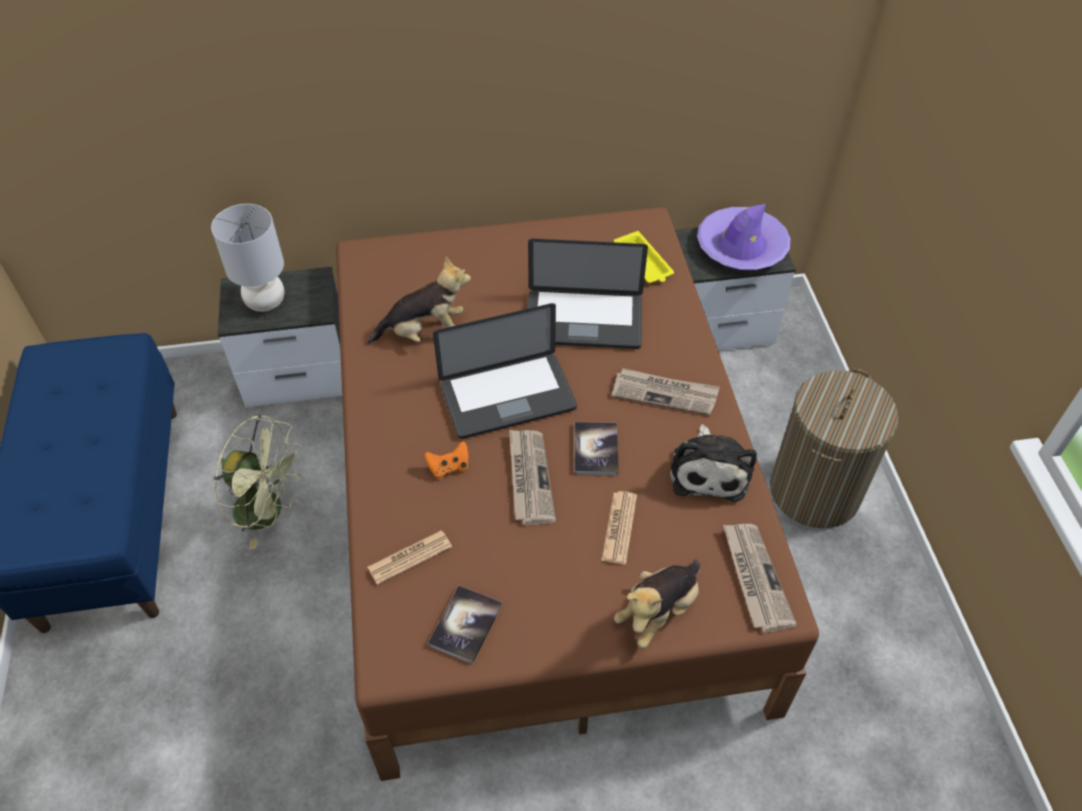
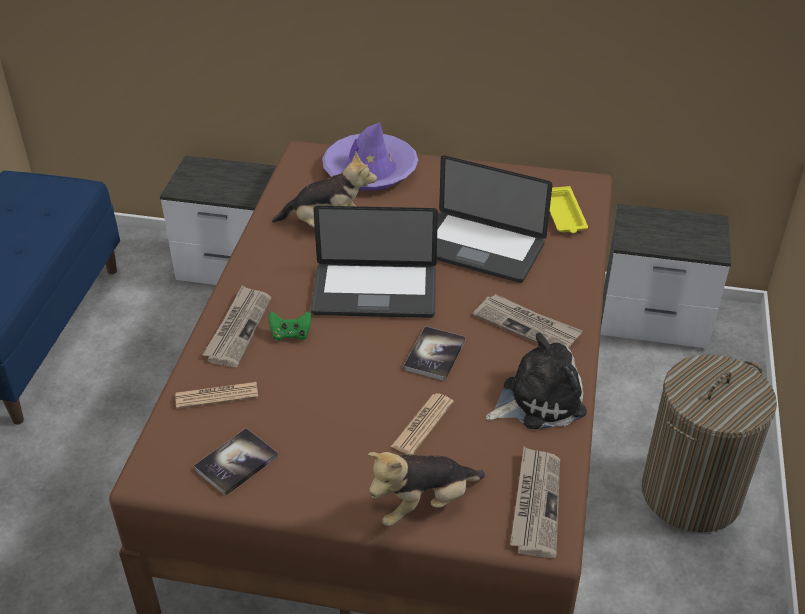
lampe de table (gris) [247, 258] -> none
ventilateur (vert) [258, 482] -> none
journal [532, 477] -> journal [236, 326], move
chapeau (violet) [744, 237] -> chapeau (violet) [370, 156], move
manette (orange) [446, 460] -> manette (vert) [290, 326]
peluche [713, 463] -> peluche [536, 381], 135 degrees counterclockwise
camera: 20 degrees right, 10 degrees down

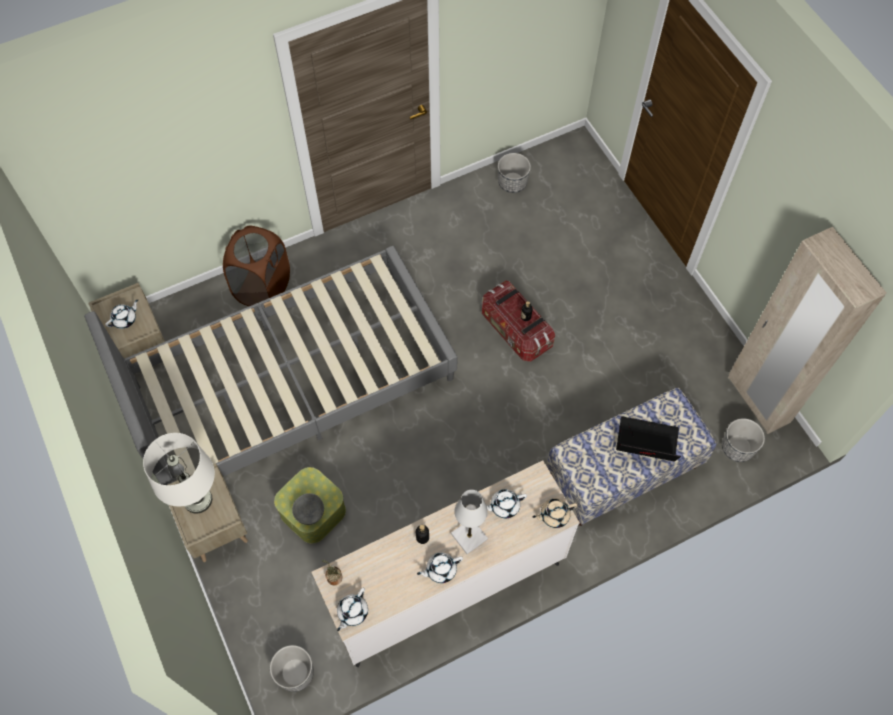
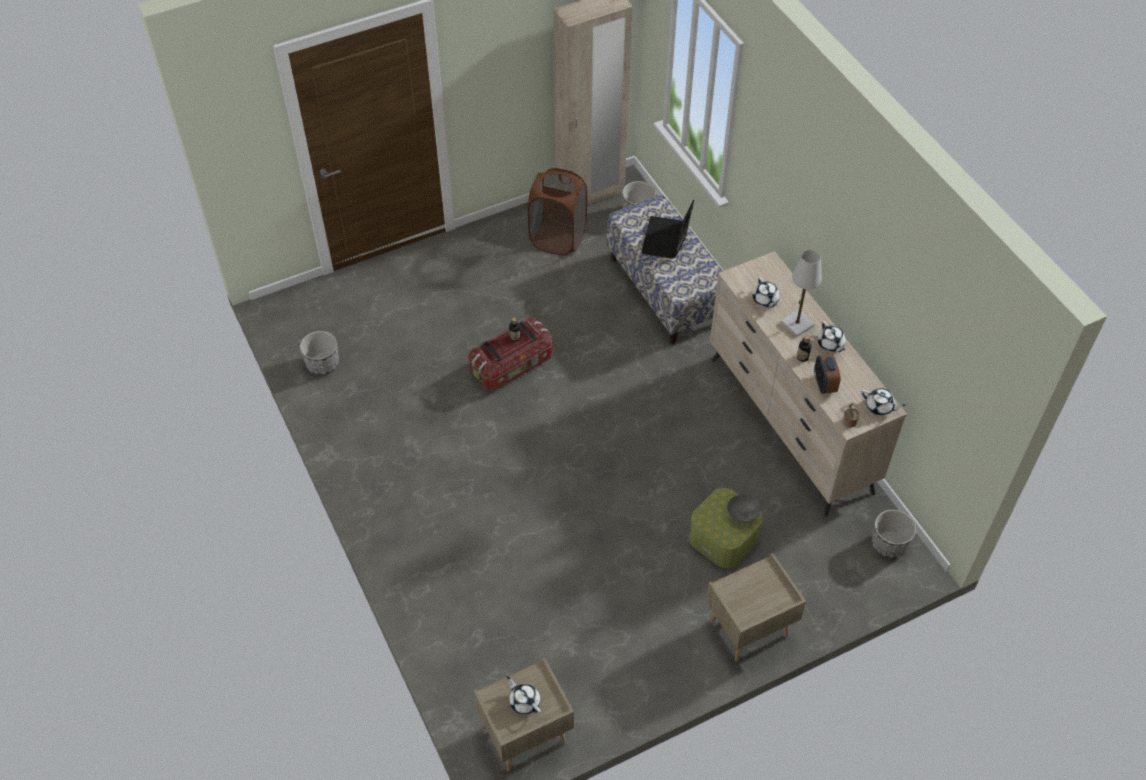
lit (gris) [271, 365] -> none
lampe de table (blanc) [179, 473] -> none
théière (beige) [555, 513] -> none
none -> réveil [827, 374]
panier à linge (marron) [256, 266] -> panier à linge (marron) [557, 211], move
camera: 90 degrees left, 10 degrees down

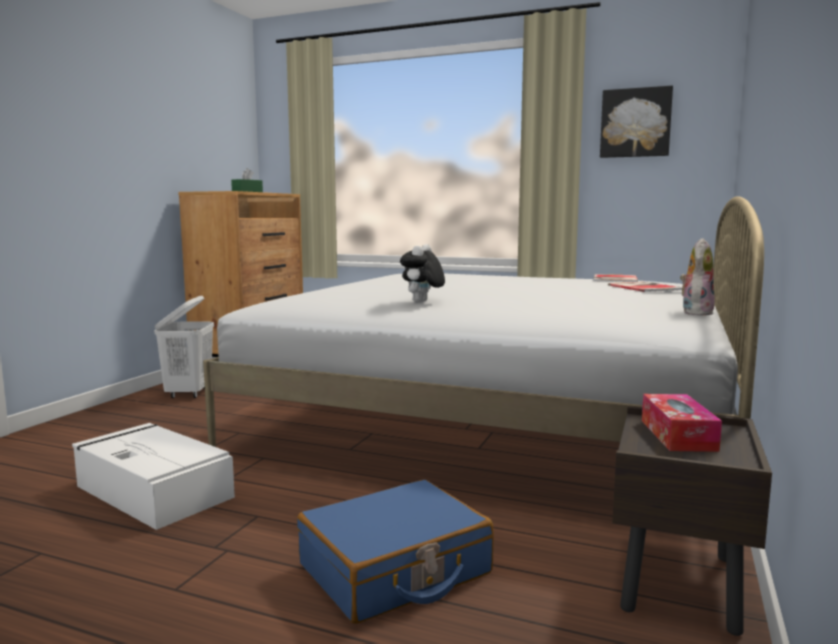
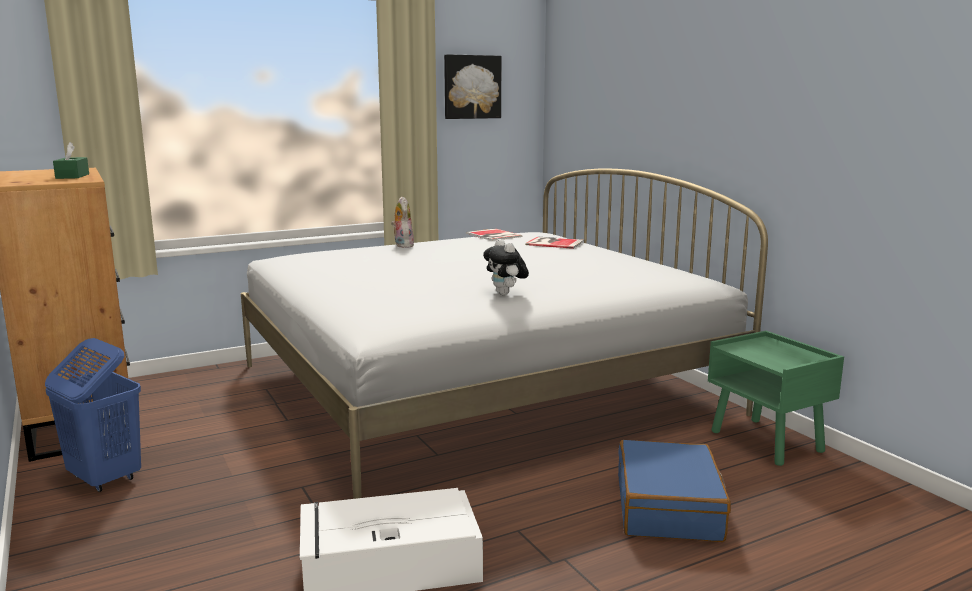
boîte à mouchoirs [682, 423] -> none
peluche [697, 277] -> peluche [402, 222], move
panier à linge (blanc) [184, 347] -> panier à linge (bleu) [93, 415]
table de chevet (marron) [692, 521] -> table de chevet (vert) [776, 398]
camera: 50 degrees left, 5 degrees up

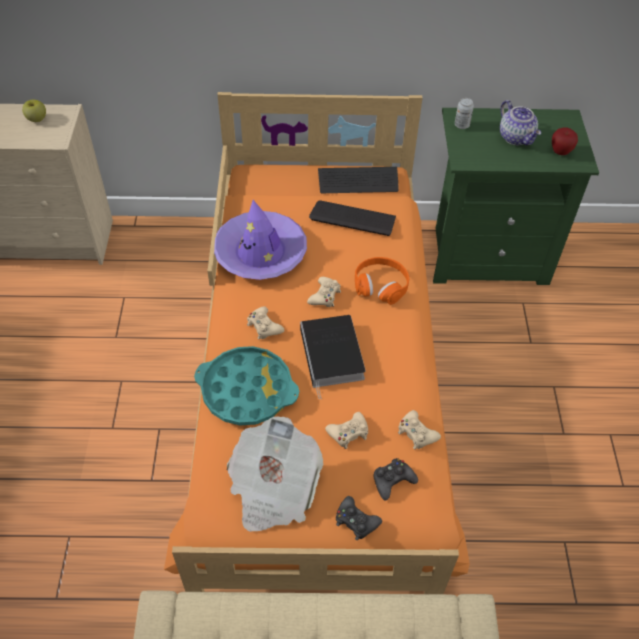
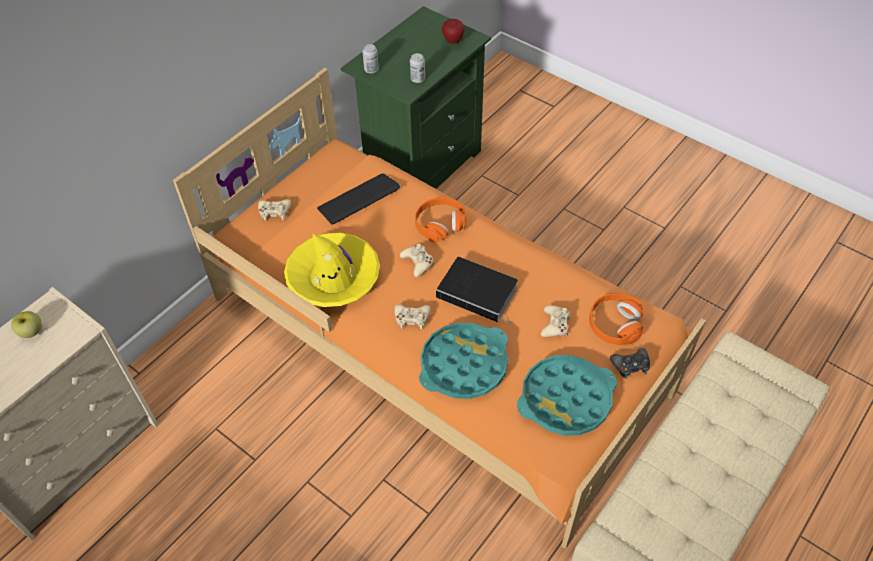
clavier [358, 180] -> none
théière [520, 123] -> none
none -> boîte métallique [417, 68]
manette (beige) [419, 429] -> manette (beige) [274, 209], move
journal [275, 474] -> plateau (turquoise) [567, 395]
manette (noir) [395, 479] -> casque audio (orange) [616, 319]
chapeau (violet) [260, 240] -> chapeau (jaune) [332, 270]
camera: 50 degrees left, 0 degrees up

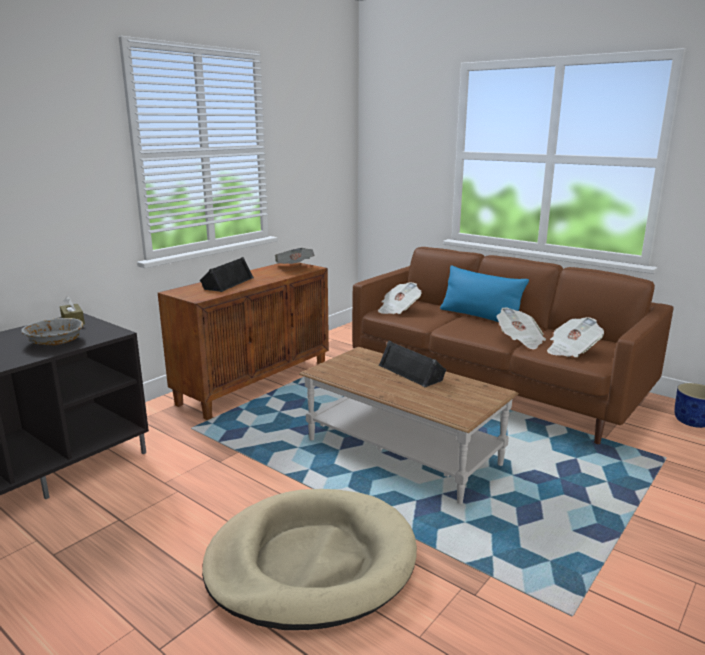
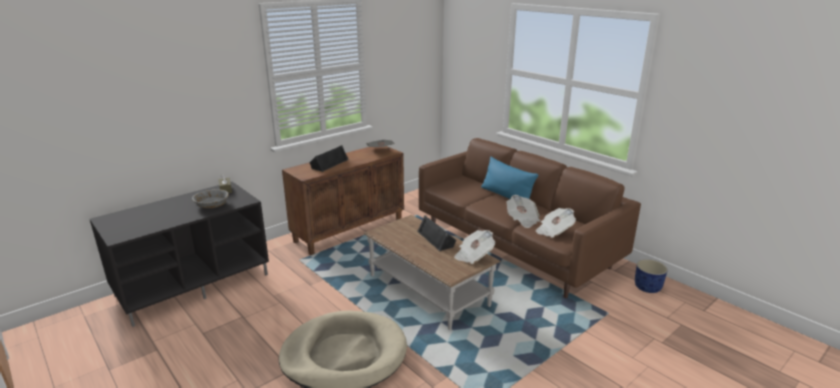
journal [400, 298] -> journal [474, 247], move
camera: 10 degrees right, 5 degrees up

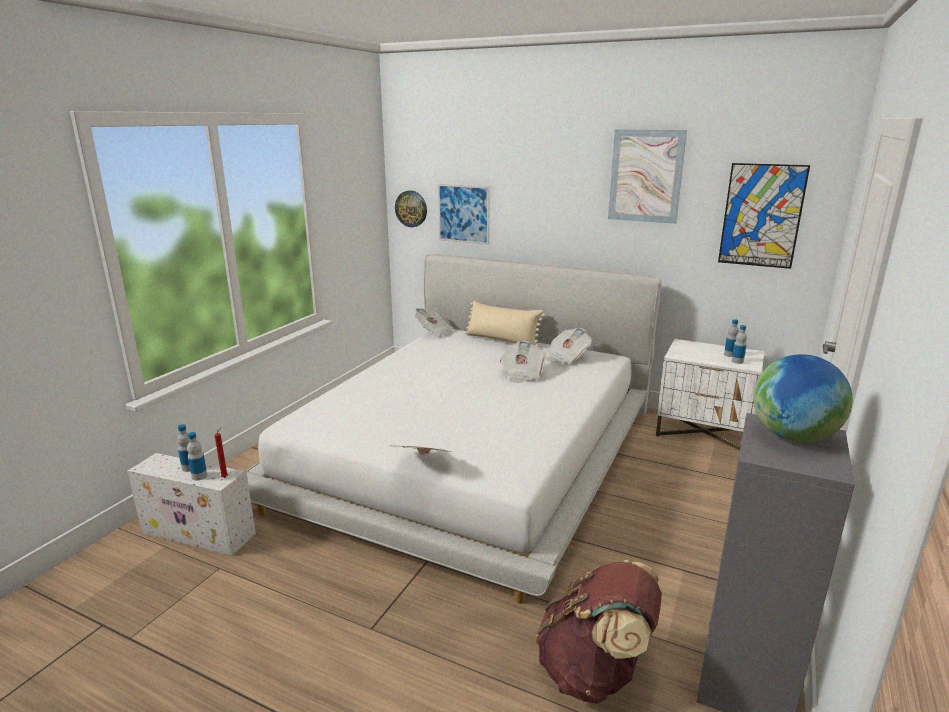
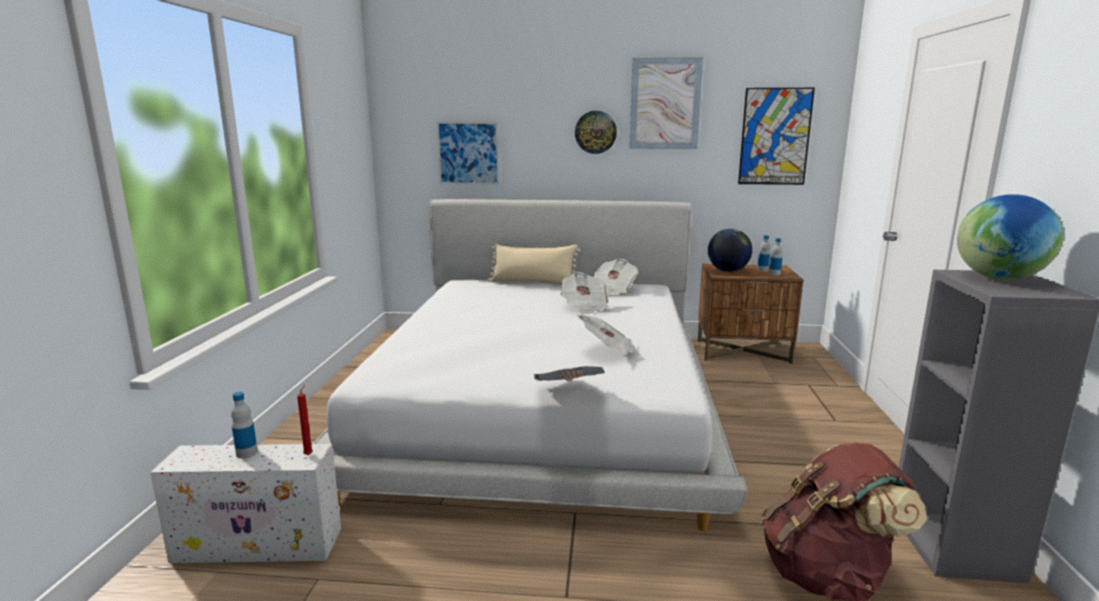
bouteille [197, 456] -> none
none -> globe [730, 250]
horloge murale [411, 209] -> horloge murale [596, 132], move
journal [434, 322] -> journal [609, 335], move
table de chevet (blanc) [710, 395] -> table de chevet (marron) [750, 314]
camera: 20 degrees left, 5 degrees down

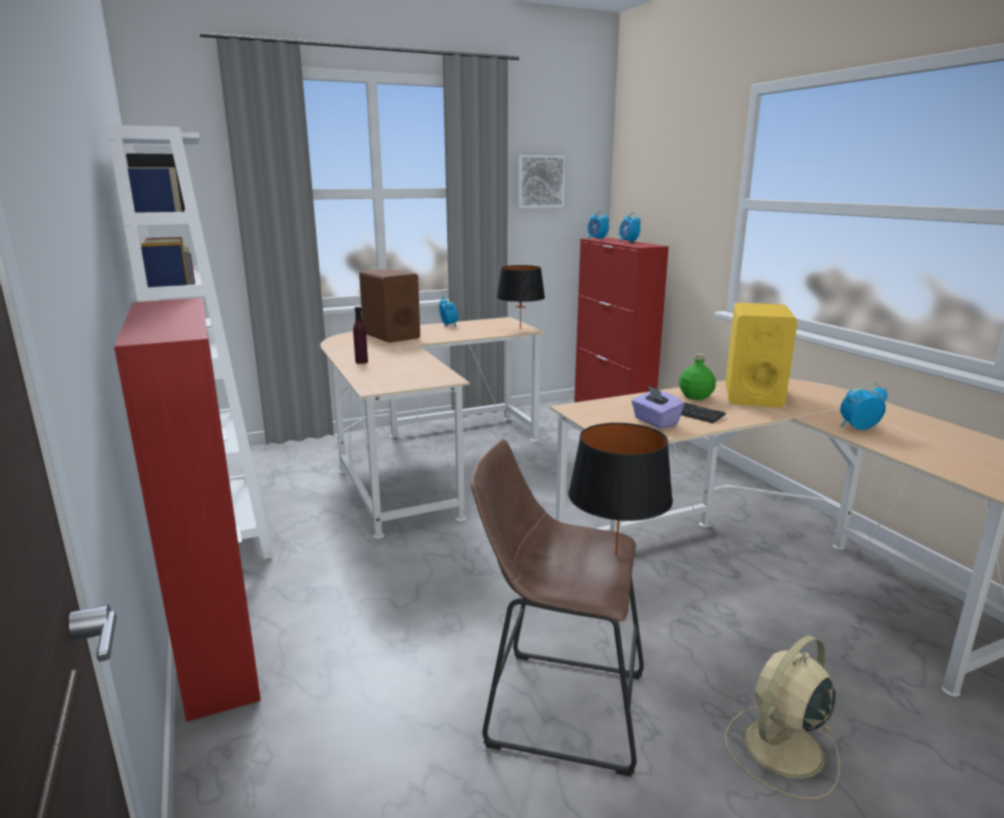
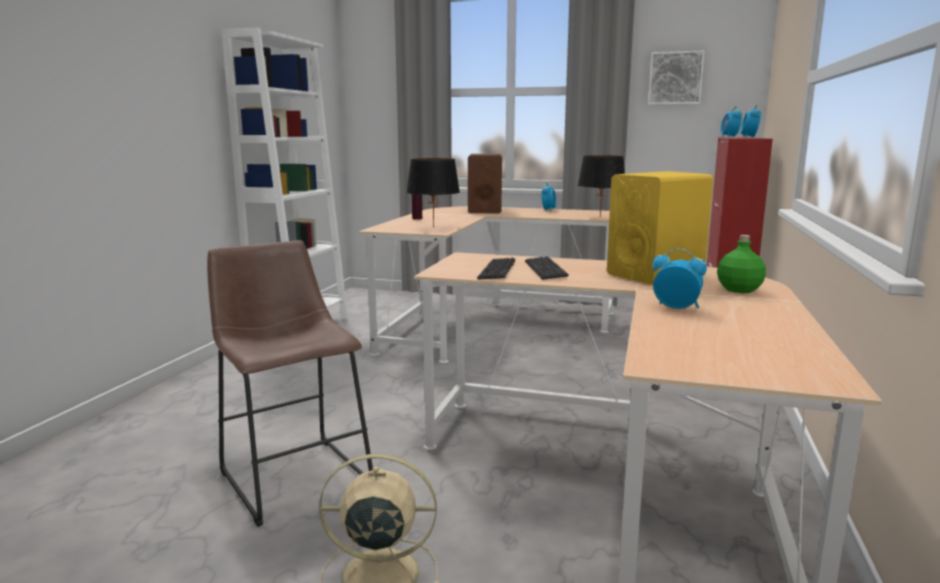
meuble de rangement (rouge) [187, 510] -> none
lampe de table (noir) [620, 489] -> lampe de table (noir) [433, 192], move
bouteille (vert) [697, 377] -> bouteille (vert) [741, 264], move
boîte à mouchoirs (violet) [657, 407] -> clavier [496, 269]
camera: 40 degrees right, 5 degrees down

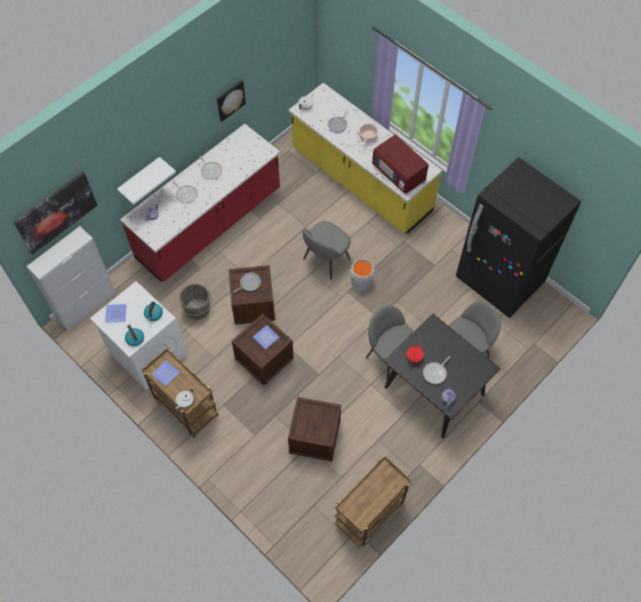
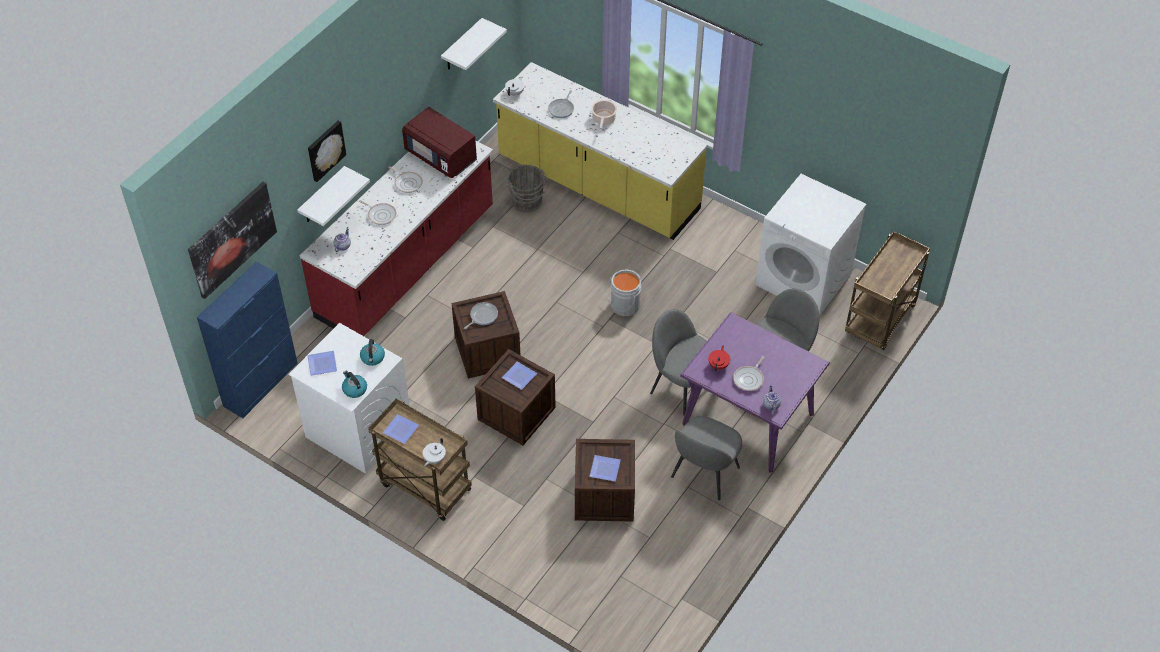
none -> étagère (blanc) [474, 44]
none -> assiette [605, 468]
seau (gris) [195, 302] -> seau (gris) [528, 188], move
tableau [231, 101] -> tableau [327, 151], move
chaise (gris) [326, 250] -> chaise (gris) [706, 458], move
chariot (marron) [372, 502] -> chariot (marron) [887, 290], move
micro-ondes (rouge) [400, 164] -> micro-ondes (rouge) [439, 142], move
réfrigérateur (noir) [518, 237] -> lave-linge (blanc) [810, 245]
meuble de rangement (blanc) [71, 278] -> meuble de rangement (bleu) [247, 339]
table à manger (noir) [442, 376] -> table à manger (violet) [755, 392]
camera: 10 degrees left, 10 degrees down

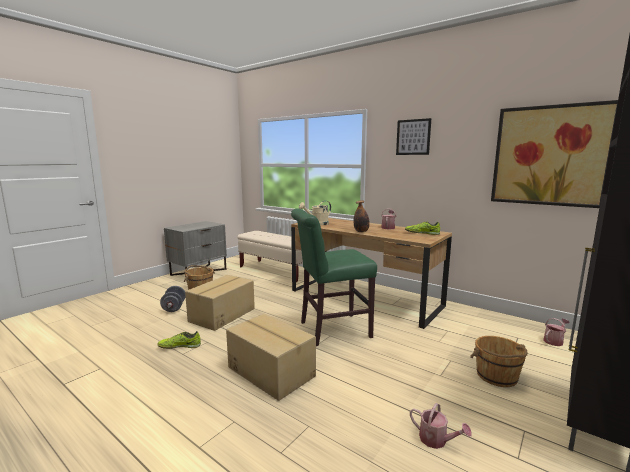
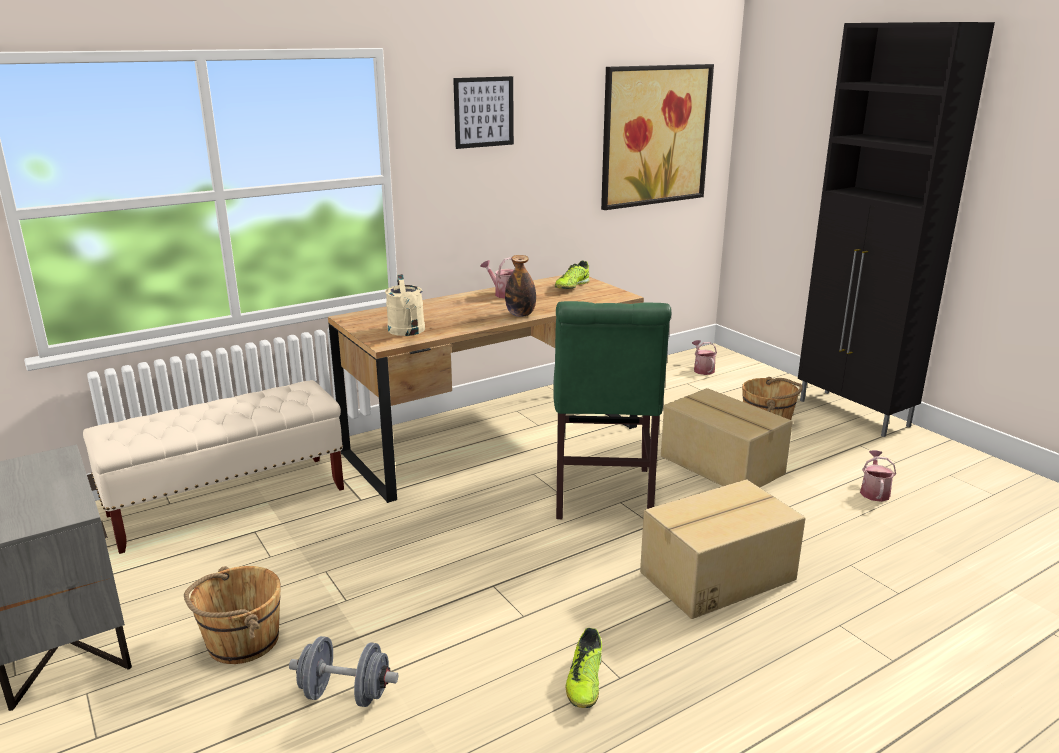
carton [220, 303] -> carton [727, 437], move
arrosoir [441, 426] -> arrosoir [878, 476], 45 degrees counterclockwise
camera: 70 degrees left, 10 degrees up

